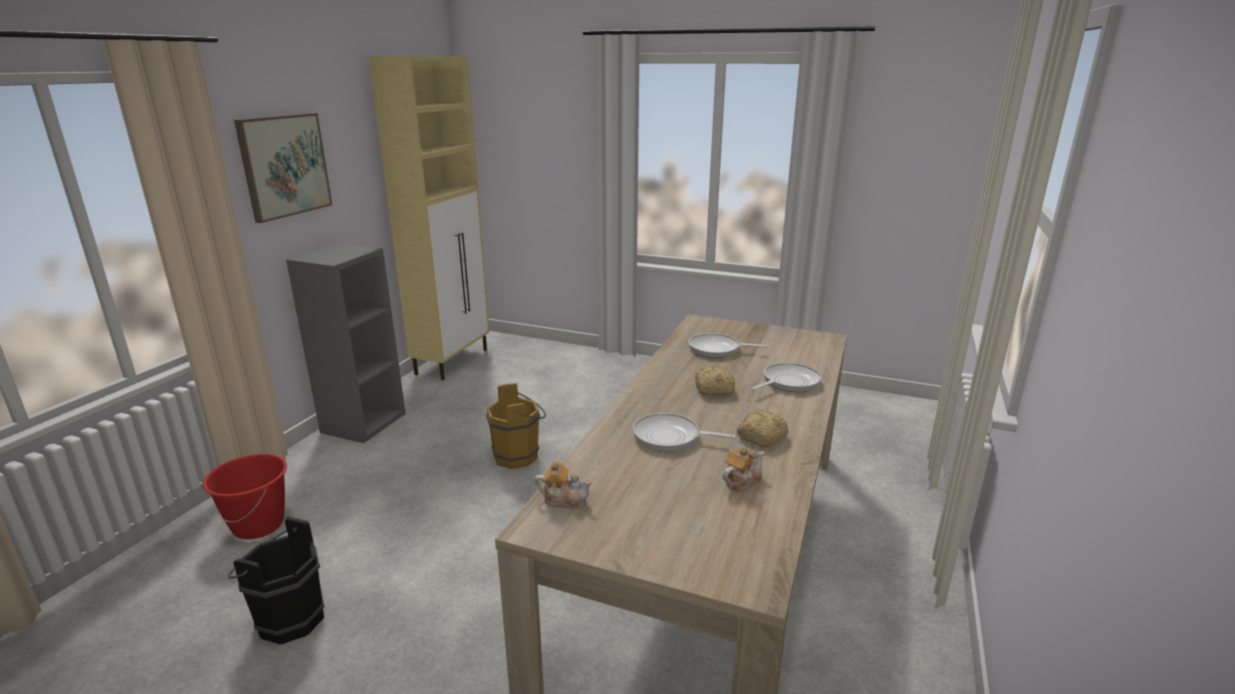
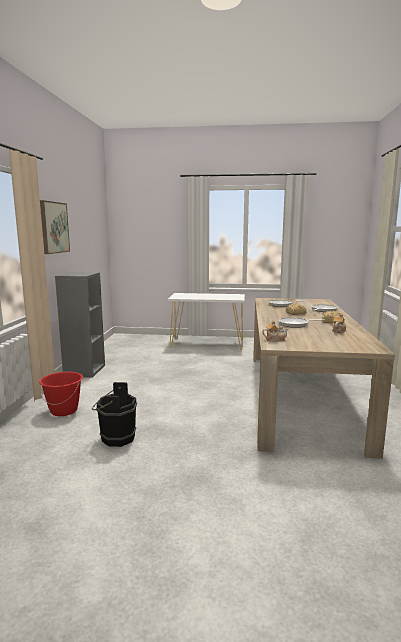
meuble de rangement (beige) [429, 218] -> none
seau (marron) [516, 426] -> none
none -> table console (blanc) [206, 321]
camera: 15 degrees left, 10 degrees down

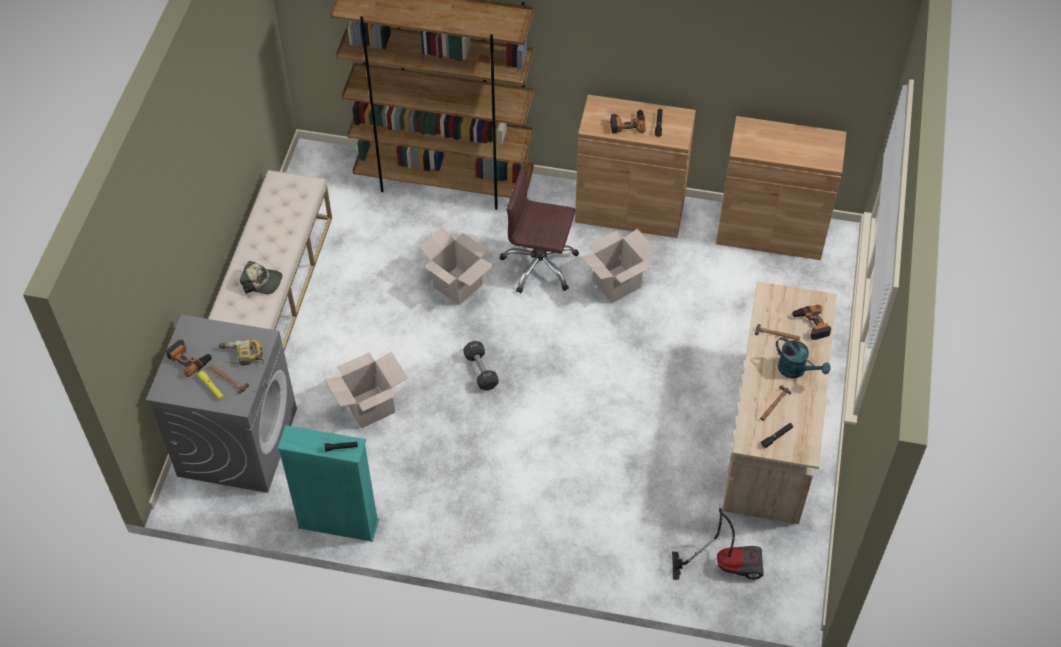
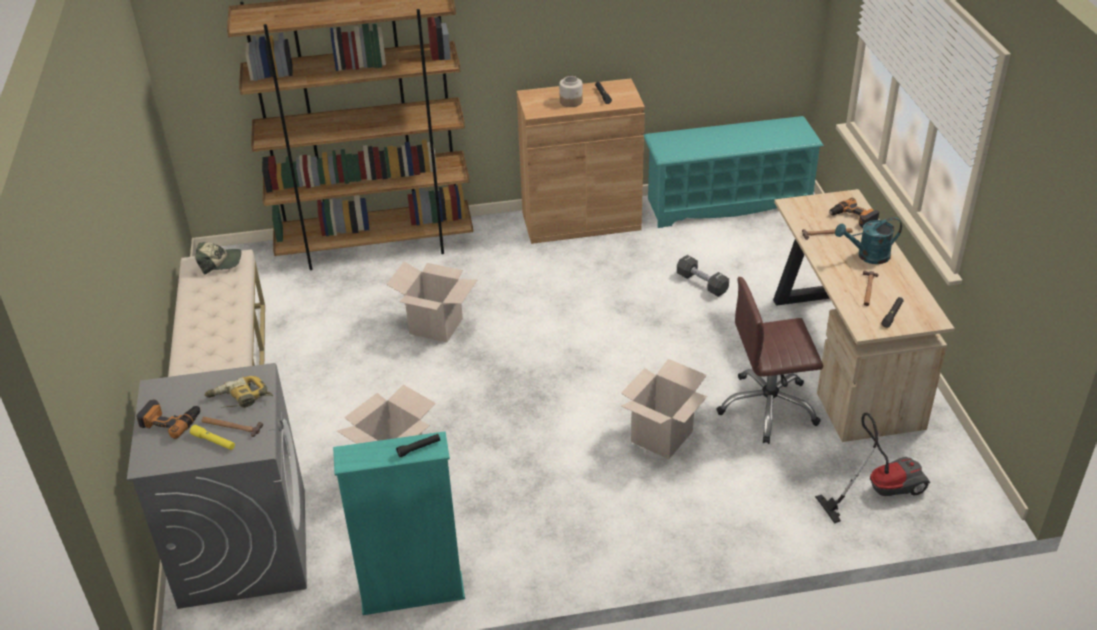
casquette [261, 277] -> casquette [218, 258], move
haltère (noir) [481, 365] -> haltère (noir) [703, 276], move
chaise de bureau (marron) [539, 230] -> chaise de bureau (marron) [769, 360], move
carton [619, 265] -> carton [664, 409], move
perceuse [628, 122] -> bocal [571, 91]
meuble de rangement (marron) [781, 188] -> étagère à chaussures (turquoise) [734, 172]
arrosoir (turquoise) [803, 357] -> arrosoir (turquoise) [868, 240], 150 degrees clockwise
camera: 20 degrees left, 15 degrees down

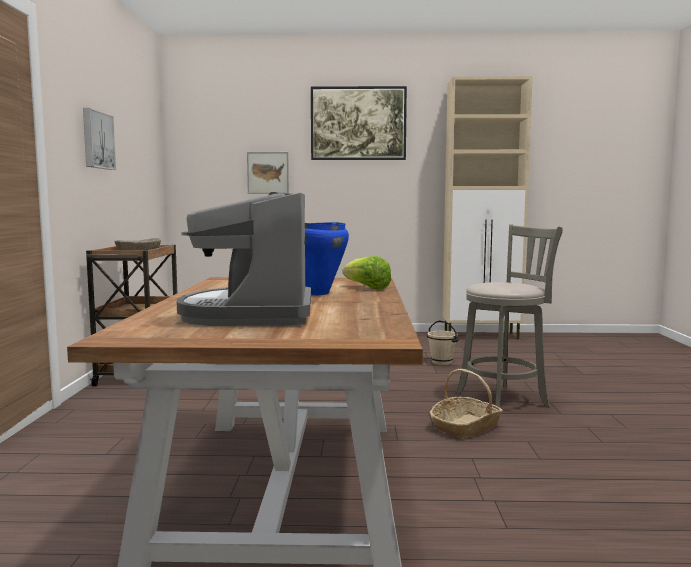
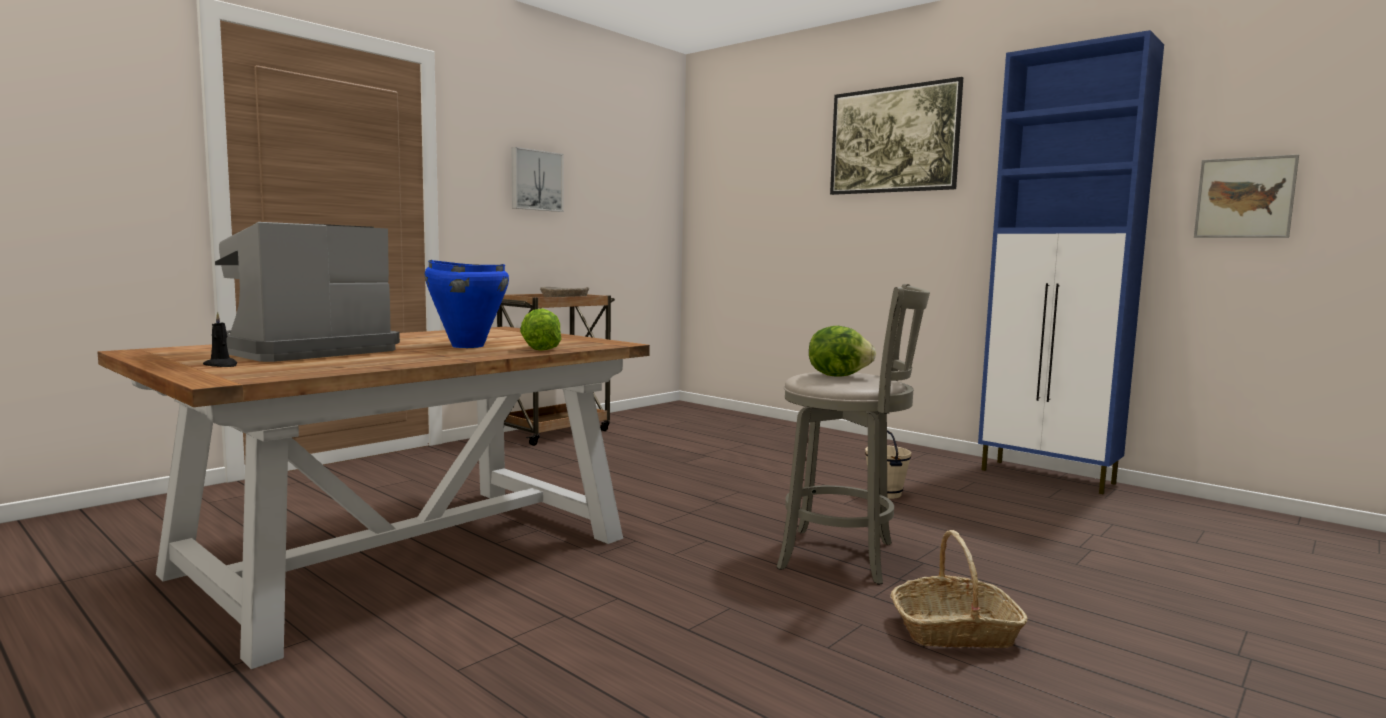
none -> bougie (noir) [220, 339]
none -> laitue [842, 351]
tableau [268, 173] -> tableau [1246, 196], move
panier [466, 403] -> panier [959, 589], move
meuble de rangement (beige) [487, 208] -> meuble de rangement (bleu) [1071, 262]
camera: 40 degrees right, 0 degrees up

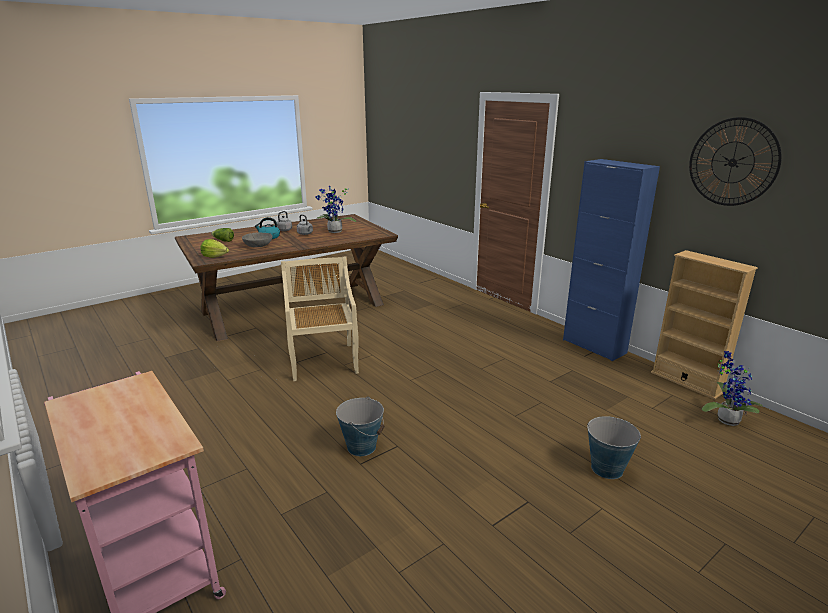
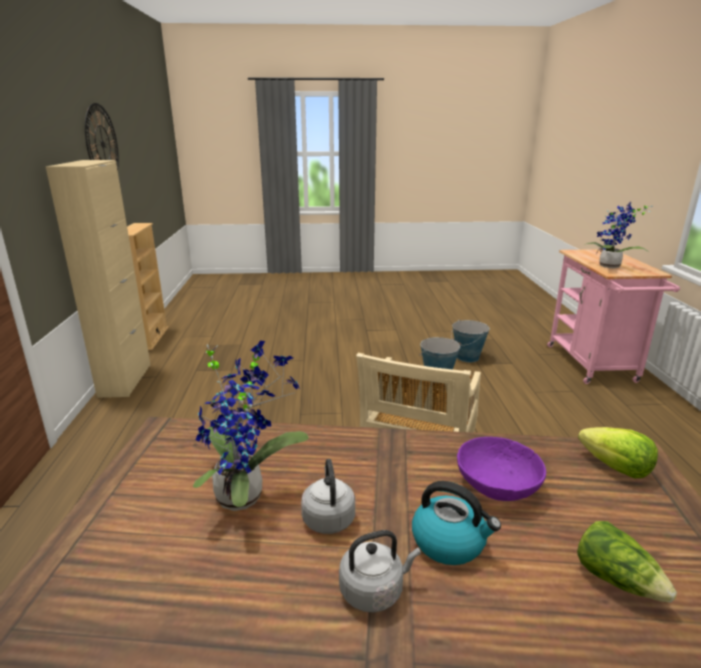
seau [614, 447] -> seau [470, 341], move
plante en pot [732, 388] -> plante en pot [618, 234], move
bol (gris) [257, 240] -> bol (violet) [501, 469]
meuble de rangement (bleu) [611, 260] -> meuble de rangement (beige) [98, 279]
camera: 145 degrees left, 0 degrees up

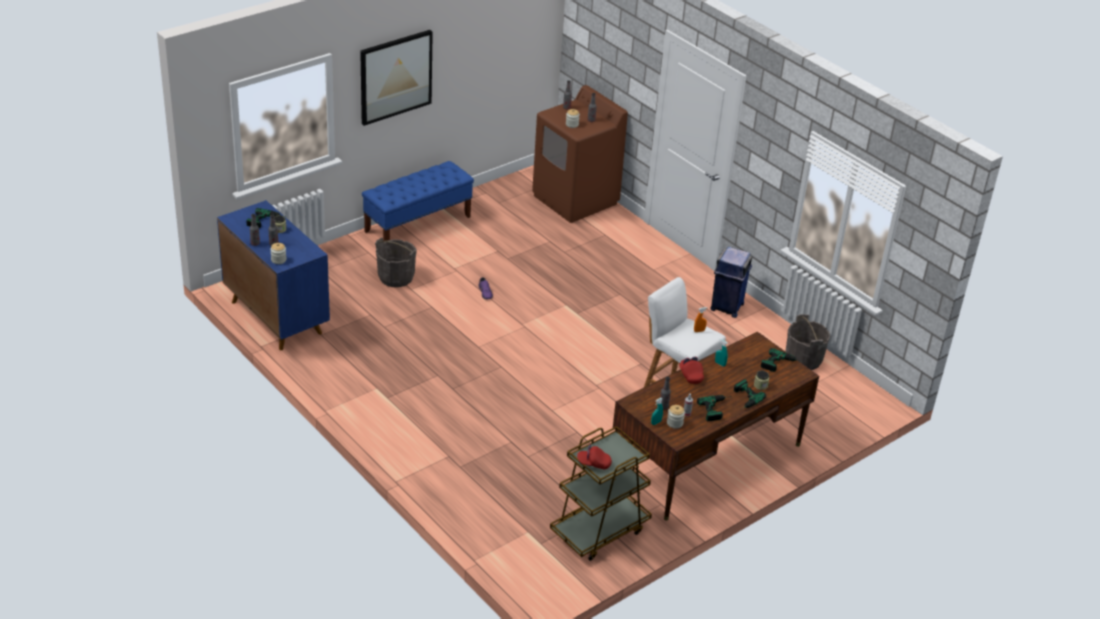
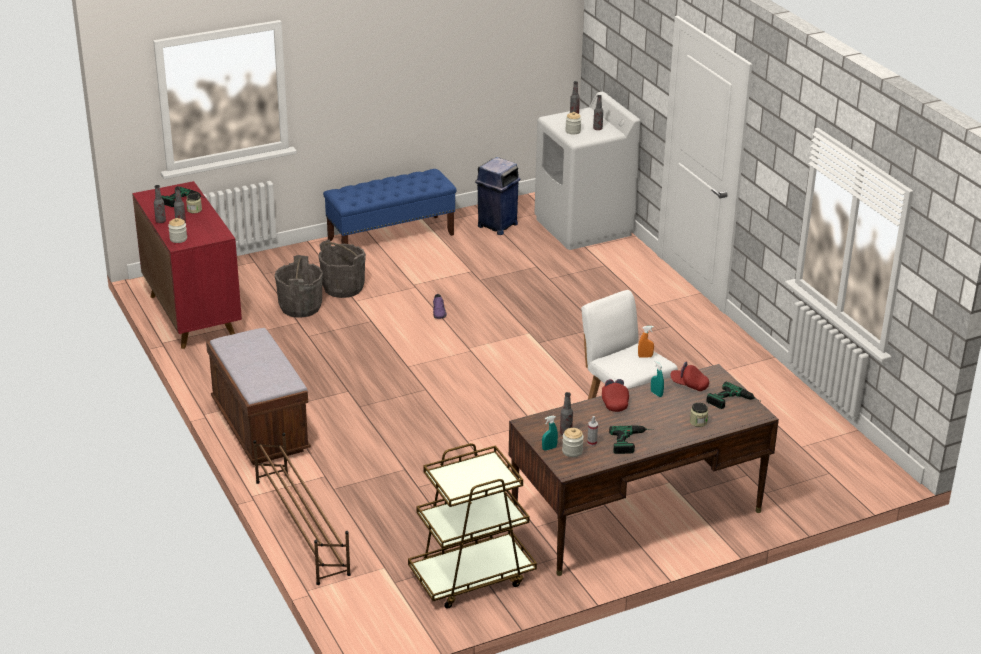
tableau [396, 78] -> none
perceuse [750, 394] -> none
none -> banc (marron) [258, 396]
none -> étagère à chaussures (marron) [302, 509]
casquette (rouge) [594, 456] -> casquette (rouge) [689, 376], move
poubelle (bleu) [731, 282] -> poubelle (bleu) [498, 196], move
seau (gris) [807, 342] -> seau (gris) [299, 286], move
meuble de rangement (bleu) [273, 275] -> meuble de rangement (rouge) [187, 265]
lave-linge (marron) [580, 154] -> lave-linge (blanc) [588, 171]
camera: 15 degrees right, 5 degrees down

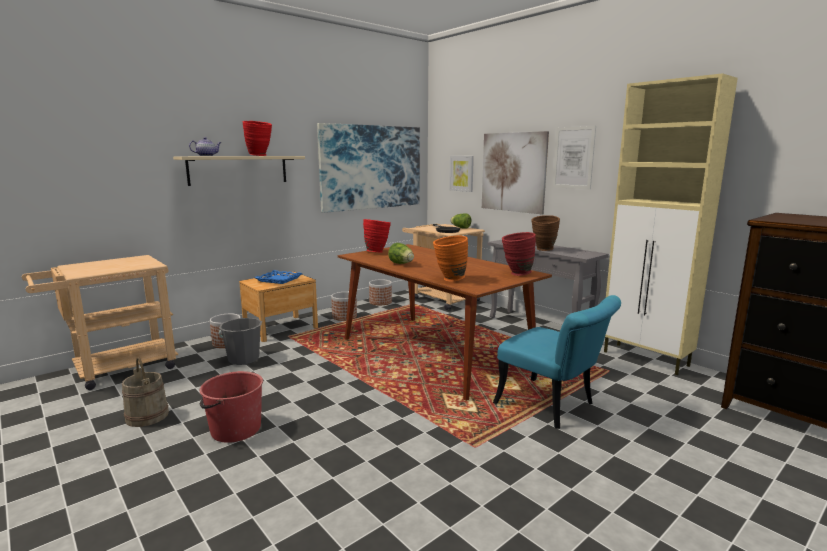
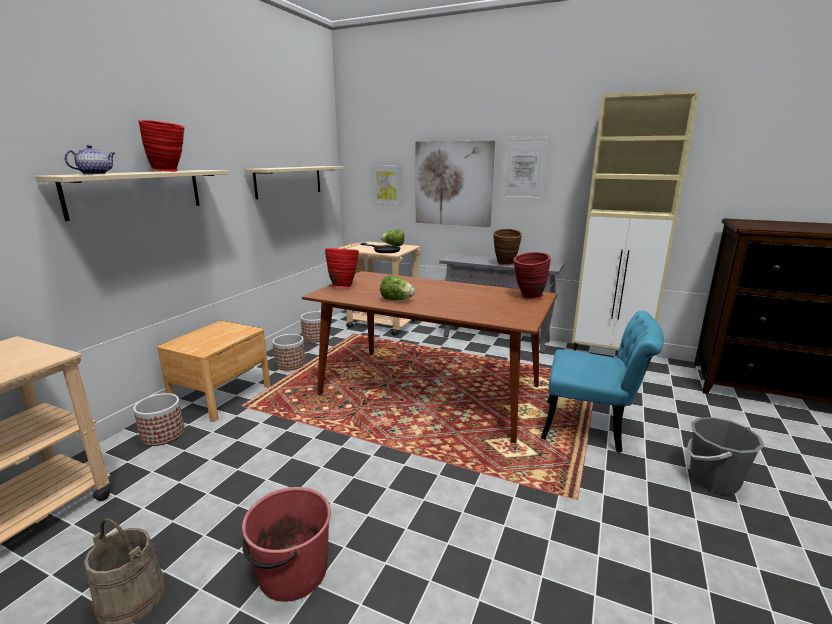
plateau (bleu) [278, 277] -> none
vase (orange) [450, 258] -> none
seau (gris) [240, 341] -> seau (gris) [725, 455], move
tableau [368, 168] -> étagère (beige) [294, 182]
camera: 25 degrees left, 5 degrees up

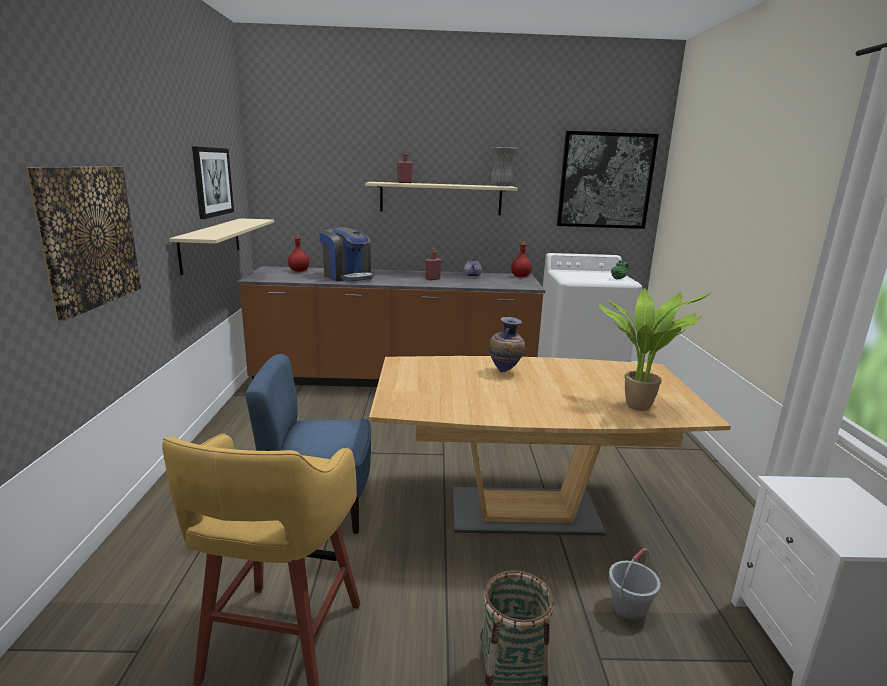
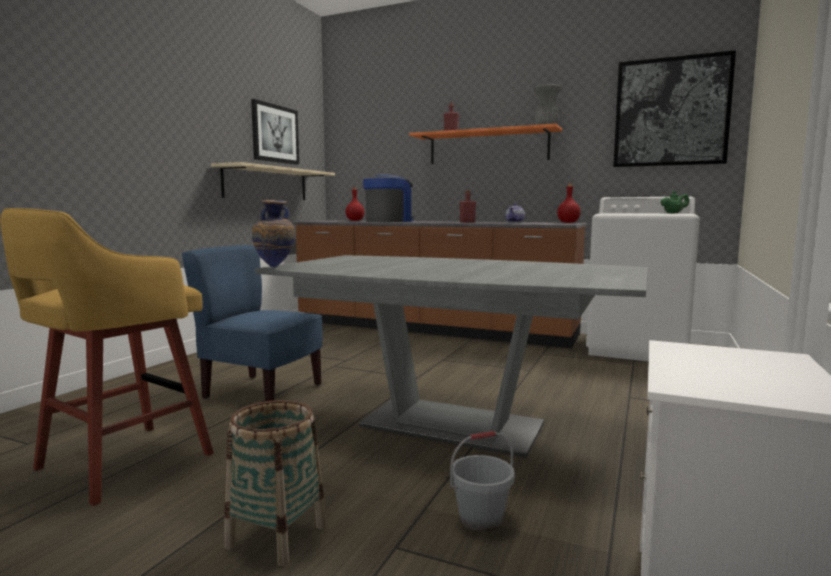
tableau [83, 243] -> none
plante en pot [657, 349] -> none
vase [507, 344] -> vase [273, 233], move
étagère (beige) [441, 198] -> étagère (orange) [485, 144]
table à manger (marron) [550, 446] -> table à manger (gris) [451, 356]
machine à café [346, 254] -> machine à café [389, 198], 120 degrees counterclockwise
camera: 25 degrees right, 10 degrees down

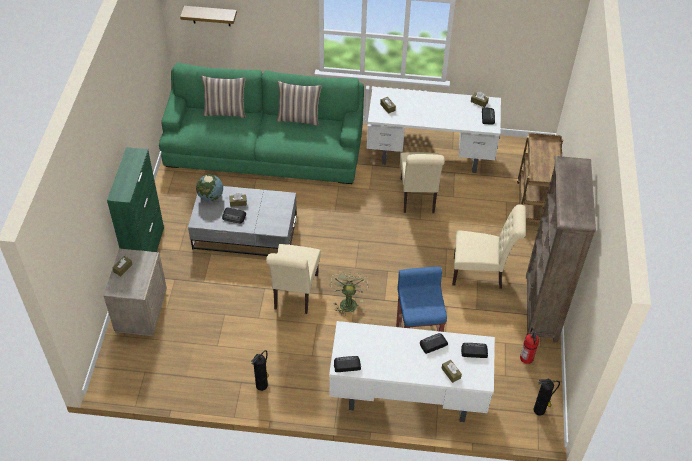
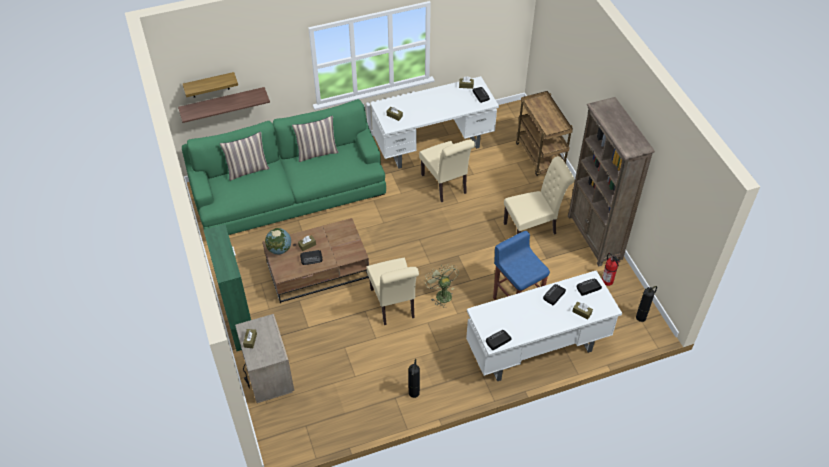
none -> étagère [224, 105]
table basse (gris) [242, 221] -> table basse (marron) [316, 260]
camera: 25 degrees left, 0 degrees up

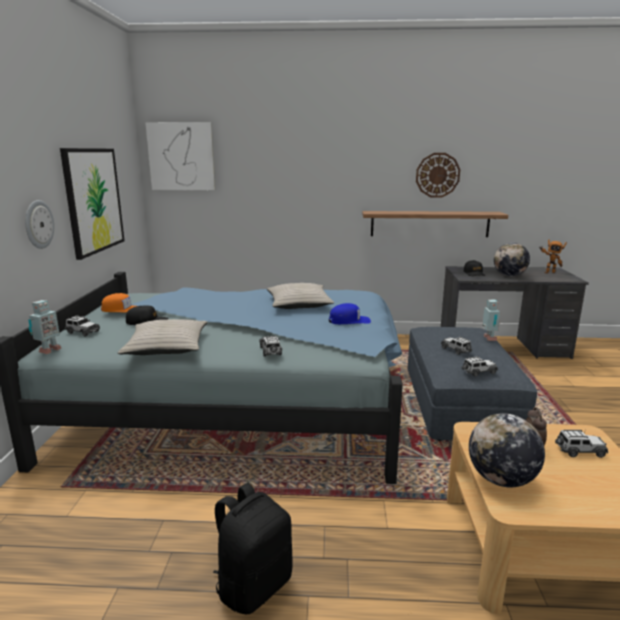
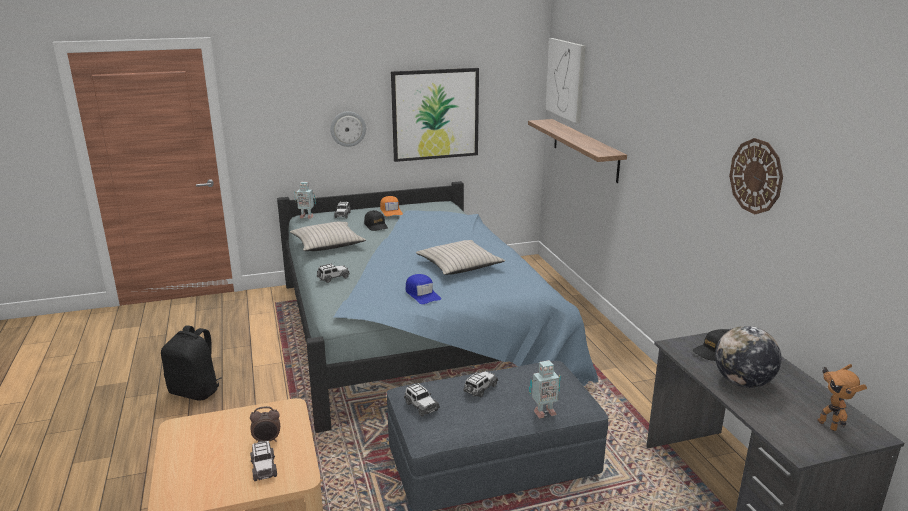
globe [507, 450] -> none
étagère [435, 224] -> étagère [577, 151], move
camera: 70 degrees right, 5 degrees up

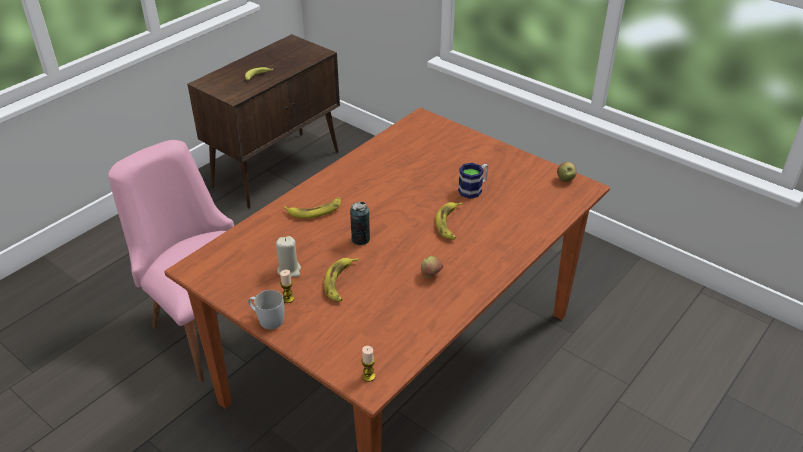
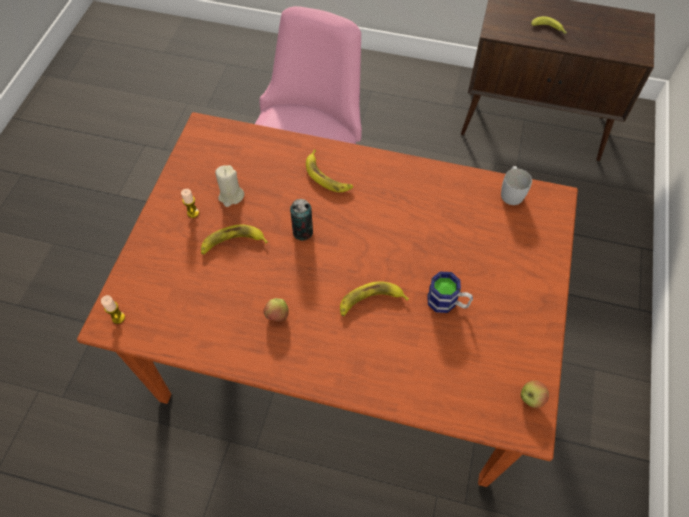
mug (blanc) [266, 309] -> mug (blanc) [516, 185], move
camera: 65 degrees right, 20 degrees up

